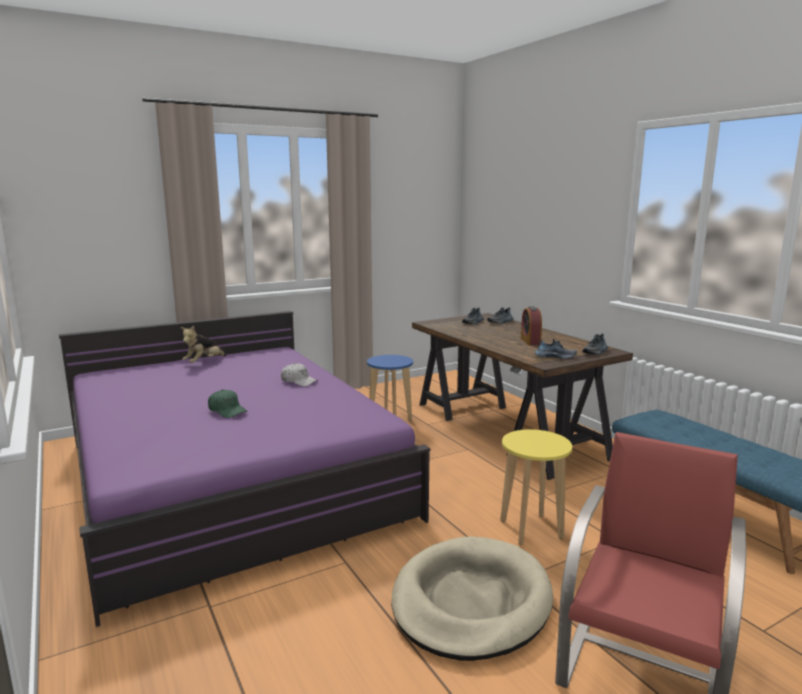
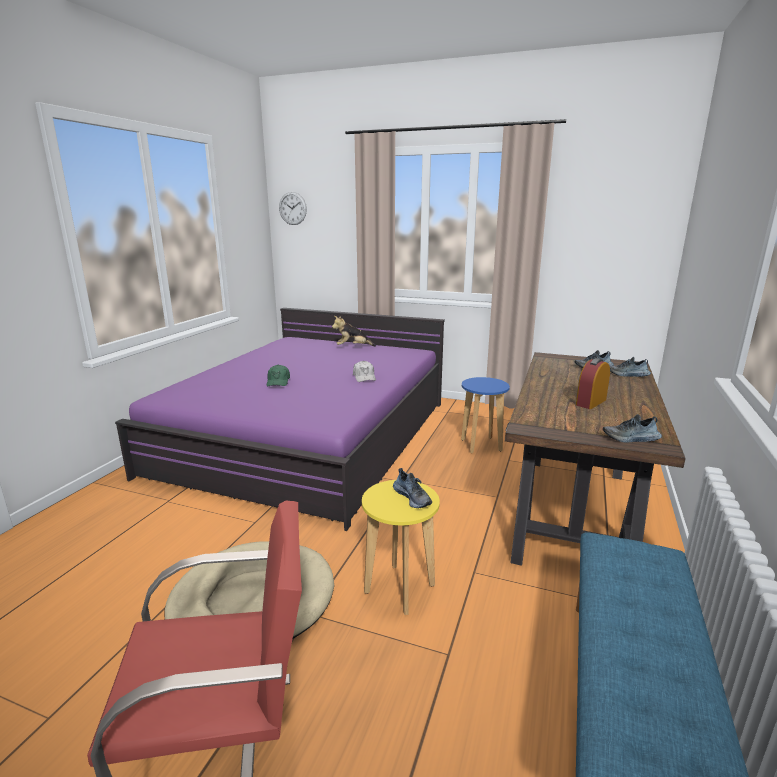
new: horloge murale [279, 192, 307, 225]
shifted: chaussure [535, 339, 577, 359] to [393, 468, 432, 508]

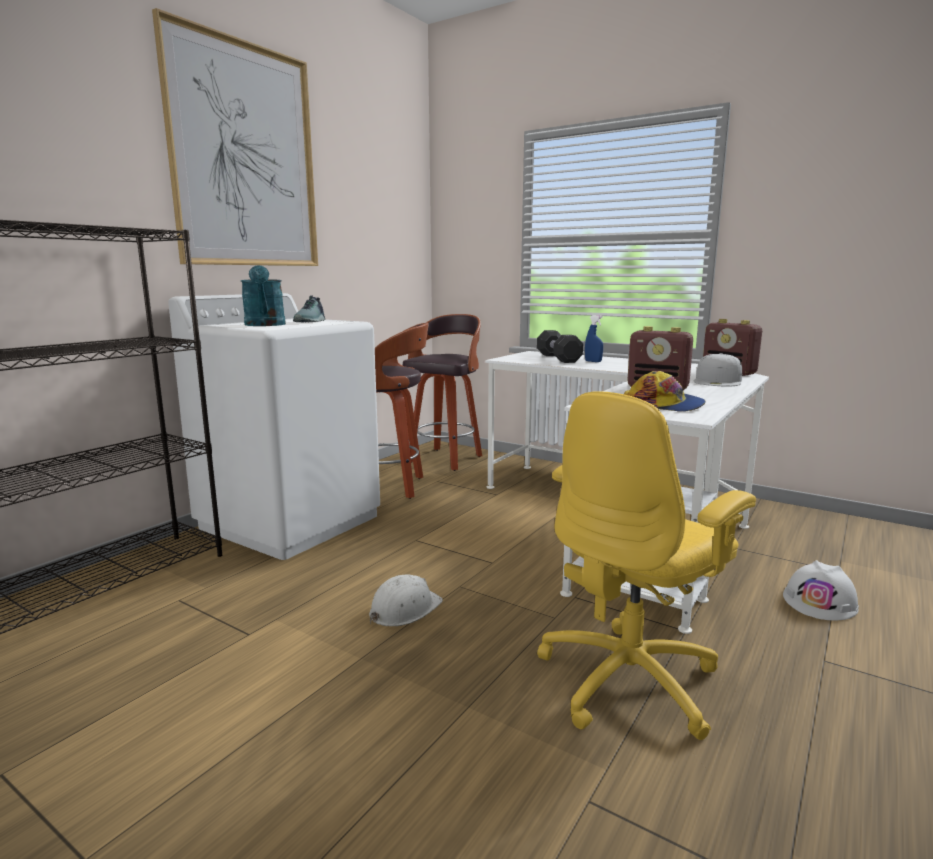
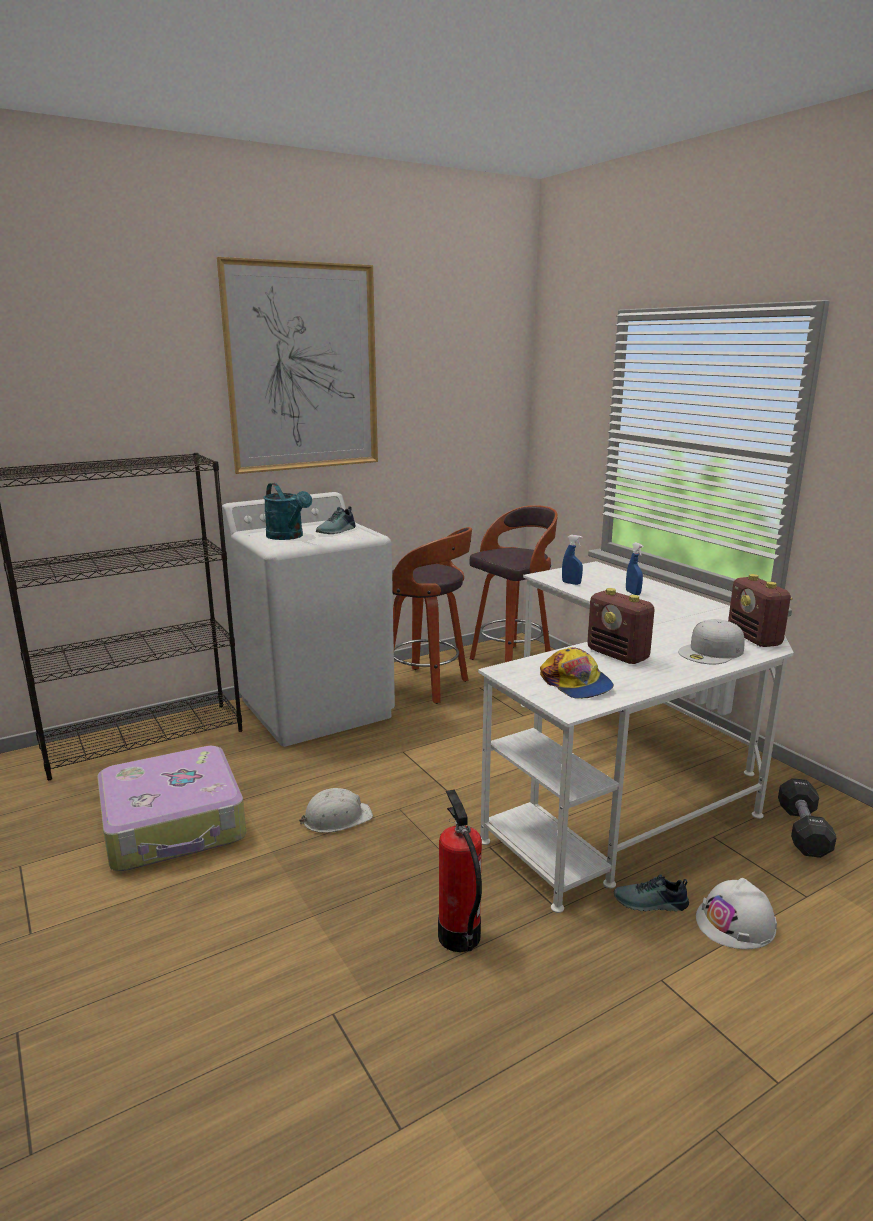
new: vaporisateur/bleu [562, 535, 583, 585]; valise [97, 746, 246, 871]; chaussure [614, 874, 689, 911]
shifted: haltère/noir [537, 330, 583, 363] to [778, 778, 837, 858]
swapped: chaise de bureau/jaune [537, 391, 756, 740] to extincteur [438, 789, 482, 952]
rotated: arrosoir/turquoise [241, 265, 286, 326] = [264, 483, 312, 540] 45 degrees counterclockwise

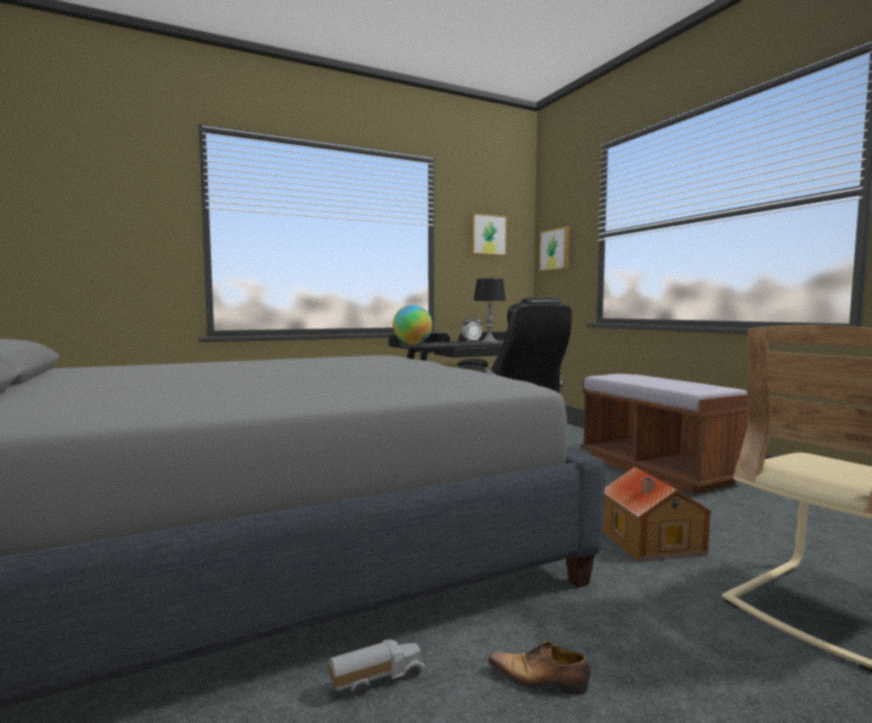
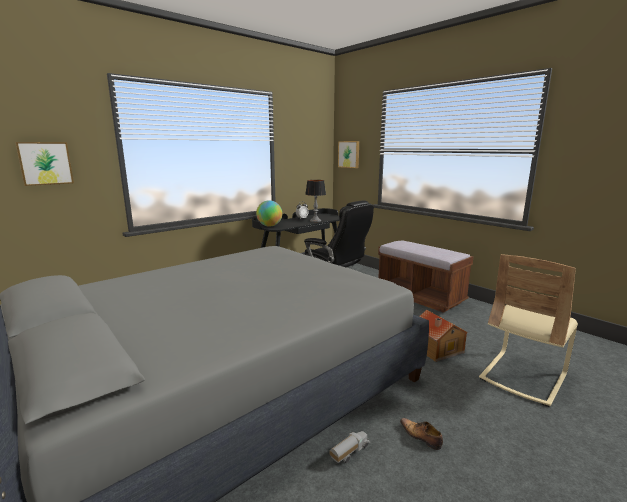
shifted: tableau [470, 213, 507, 256] to [15, 142, 74, 186]
rotated: chaussure [488, 640, 590, 695] = [400, 418, 443, 450] 45 degrees clockwise

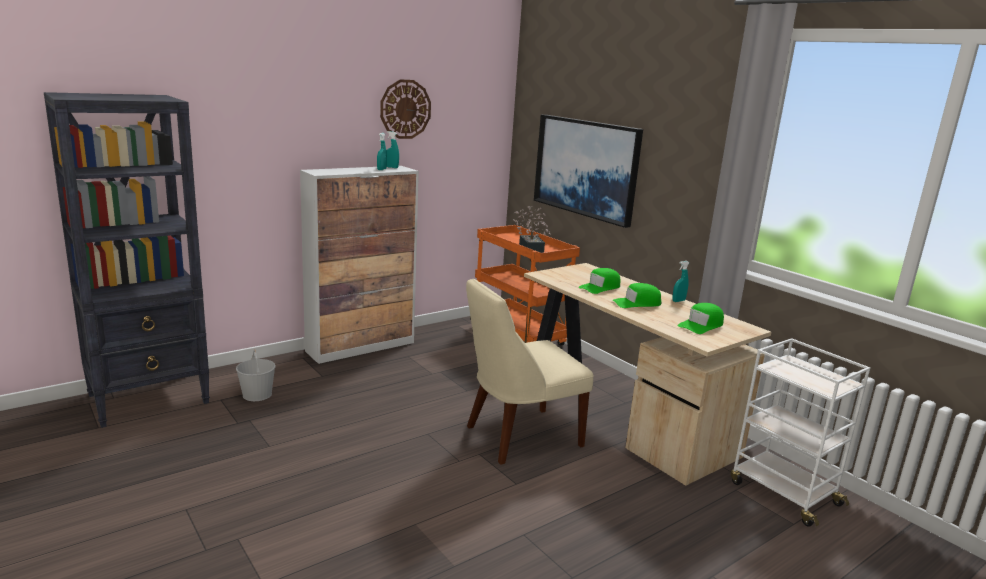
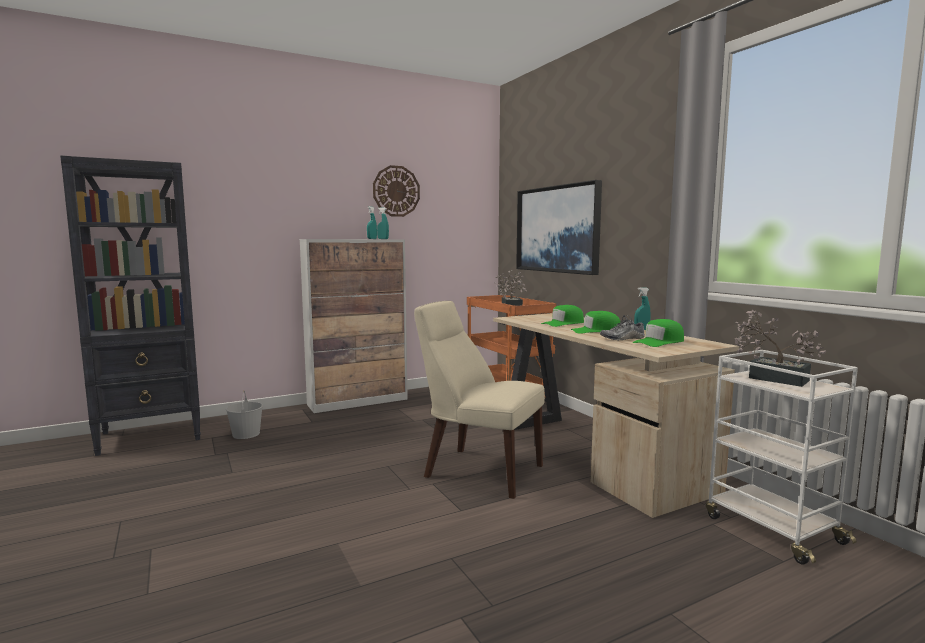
new: plante en pot [735, 310, 826, 387]; chaussure [600, 315, 645, 341]
rotated: chaise/beige [466, 279, 594, 464] = [414, 301, 545, 499] 45 degrees clockwise

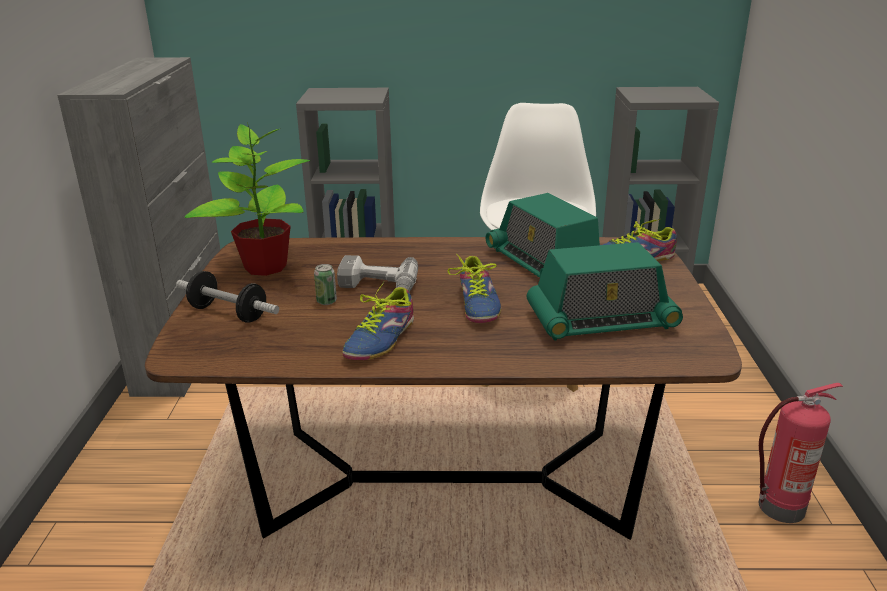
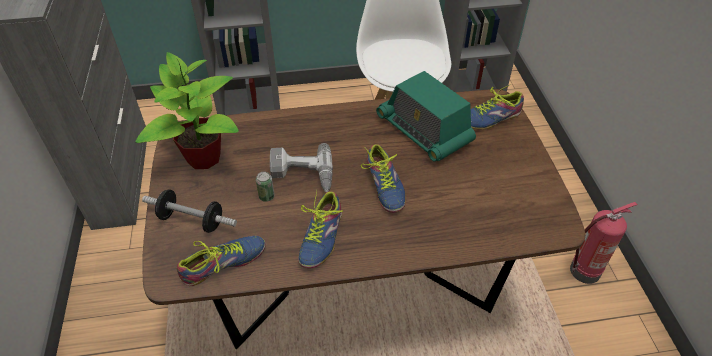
gone: radio [527, 242, 683, 341]
new: chaussure [177, 236, 266, 286]

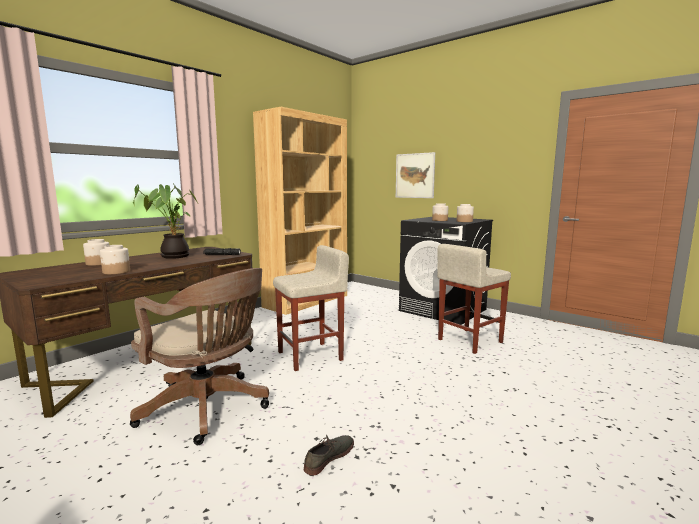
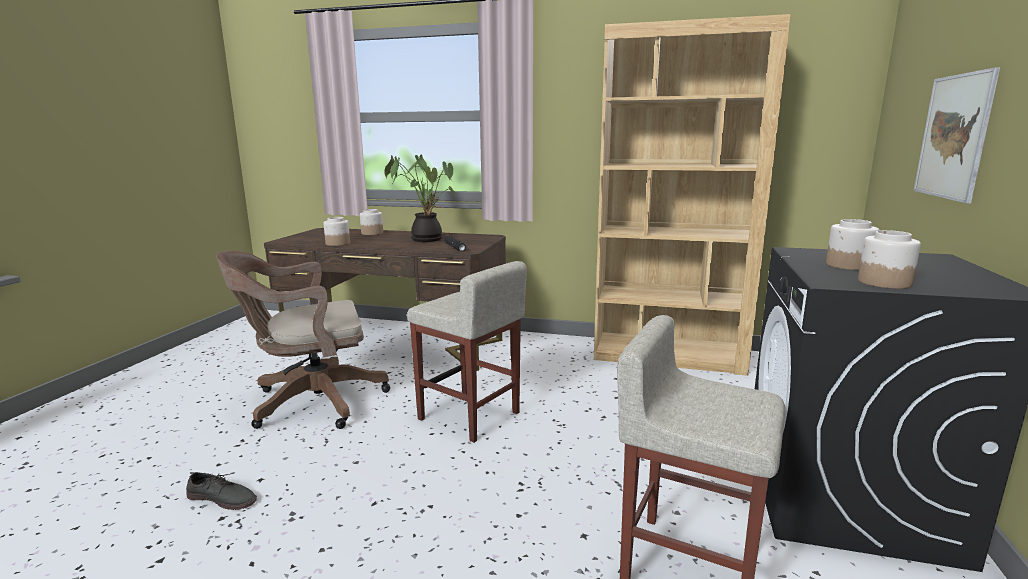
rotated: chaise de bureau/marron [130, 268, 269, 445] = [216, 251, 390, 429] 60 degrees clockwise

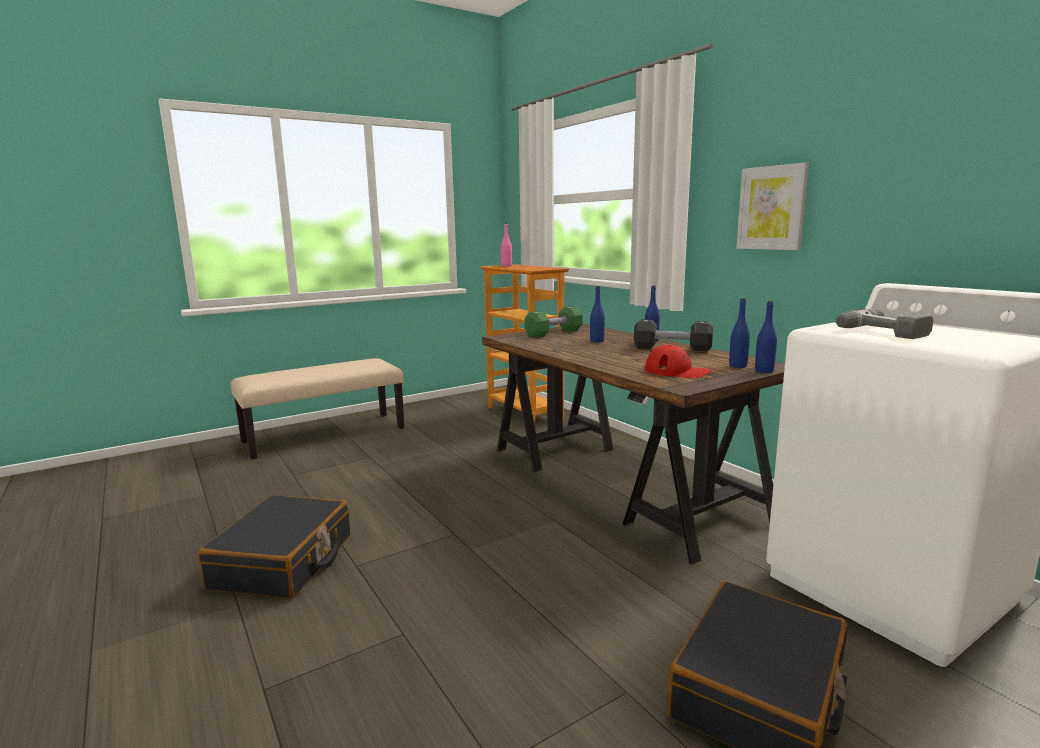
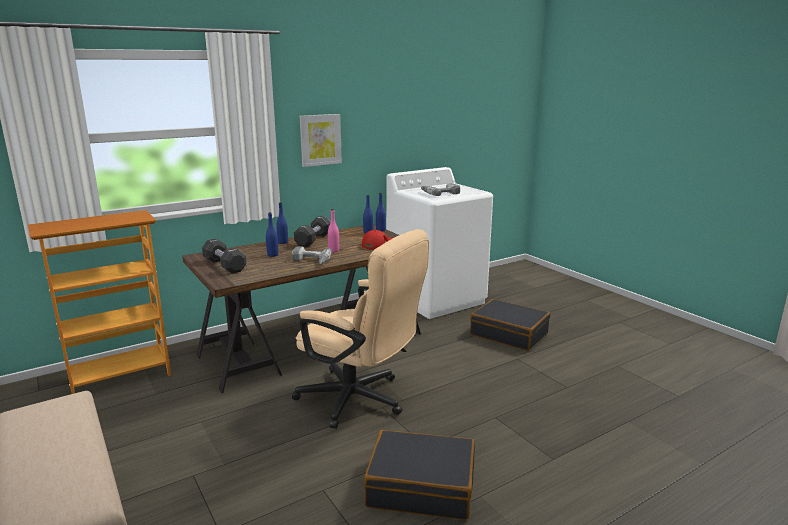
new: chaise de bureau/beige [292, 229, 429, 429]; perceuse [292, 246, 332, 264]
shifted: bouteille/rose [501, 223, 512, 267] to [328, 209, 339, 253]
repainted: haltère/vert [524, 306, 583, 338] to haltère/noir [202, 239, 246, 274]

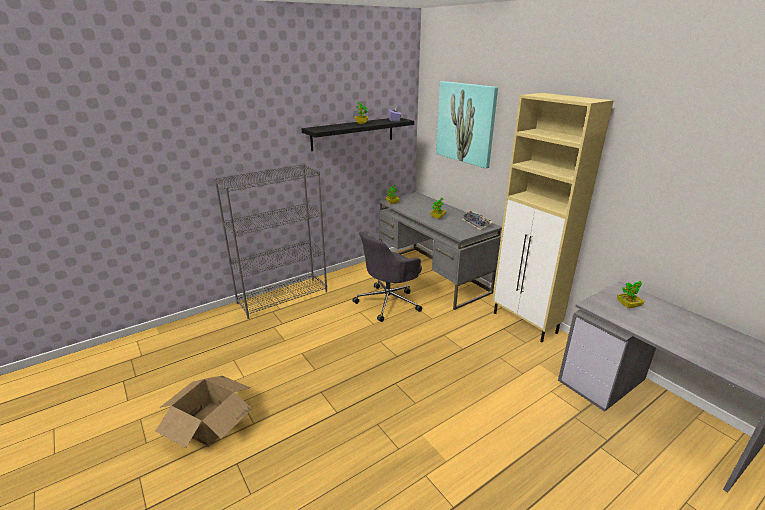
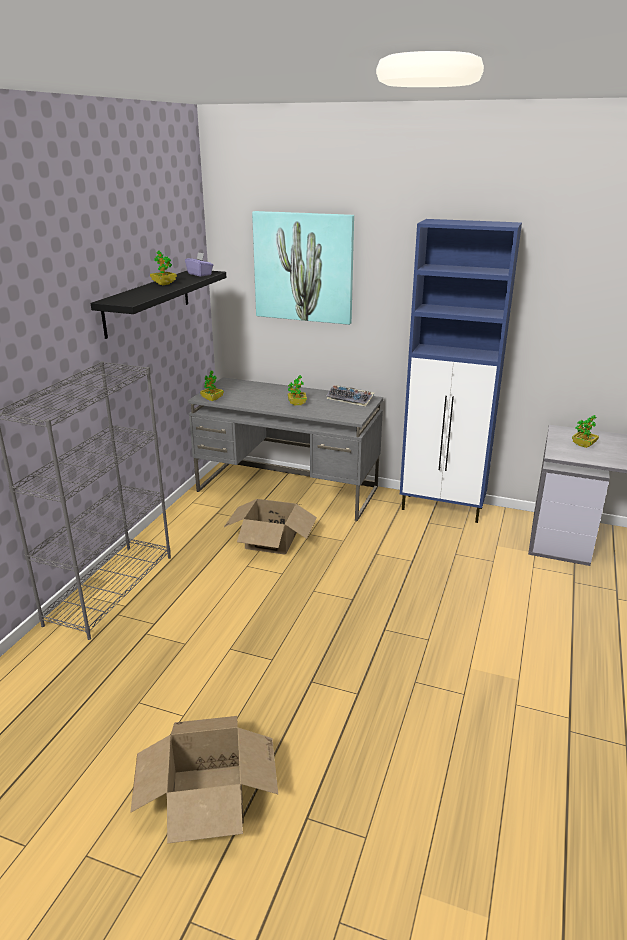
swapped: chaise de bureau/gris [353, 231, 422, 322] to carton [224, 499, 317, 555]
repainted: meuble de rangement/beige [492, 93, 614, 342] to meuble de rangement/bleu [400, 219, 522, 523]

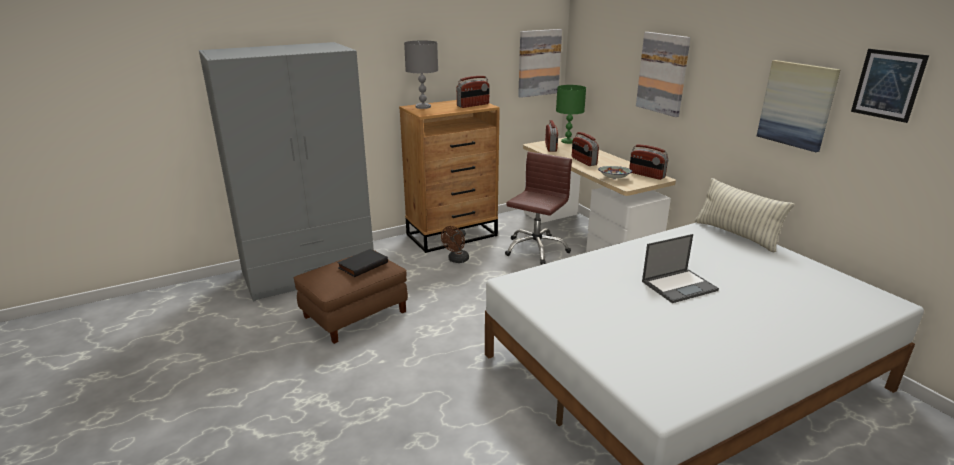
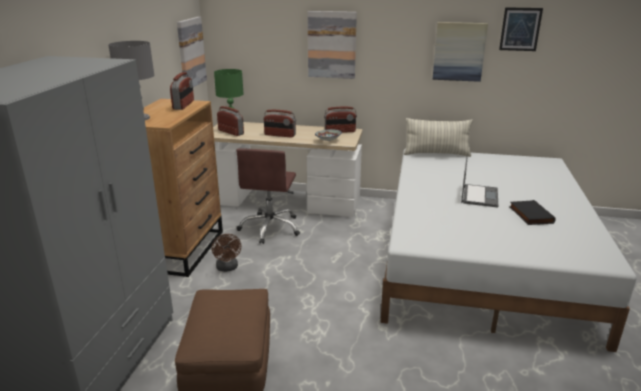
shifted: livre/noir [337, 249, 388, 277] to [510, 200, 556, 225]
rotated: chaise de bureau/marron [505, 152, 572, 265] = [236, 148, 300, 244] 150 degrees counterclockwise

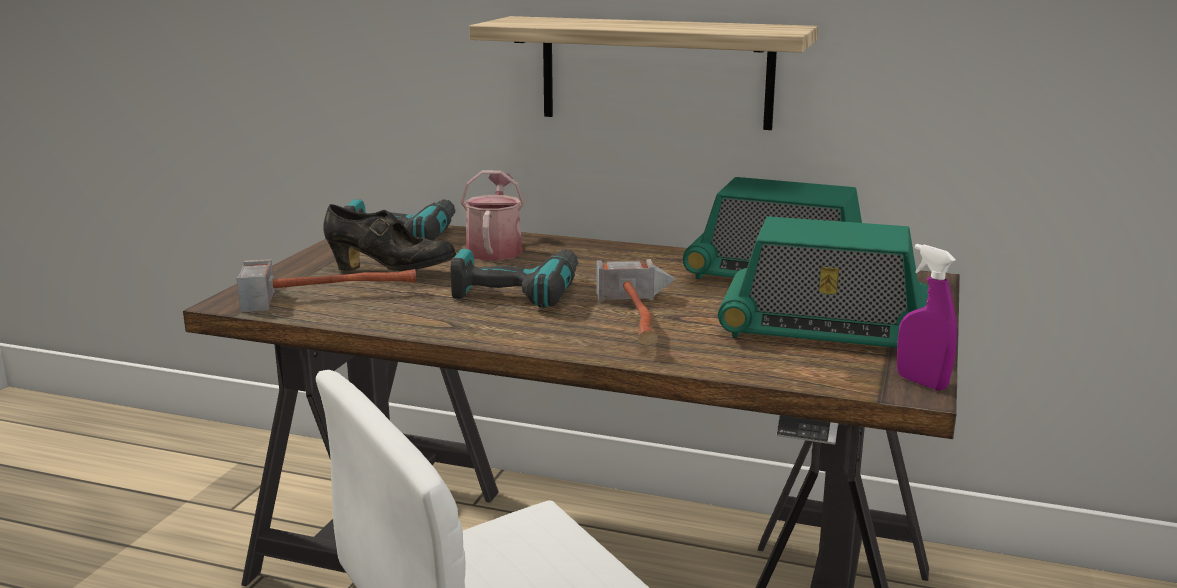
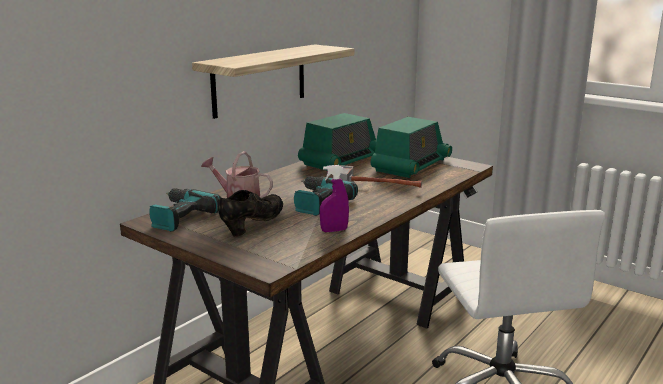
gone: marteau [236, 259, 416, 312]
shifted: vaporisateur/violet [897, 244, 957, 391] to [320, 165, 349, 232]

